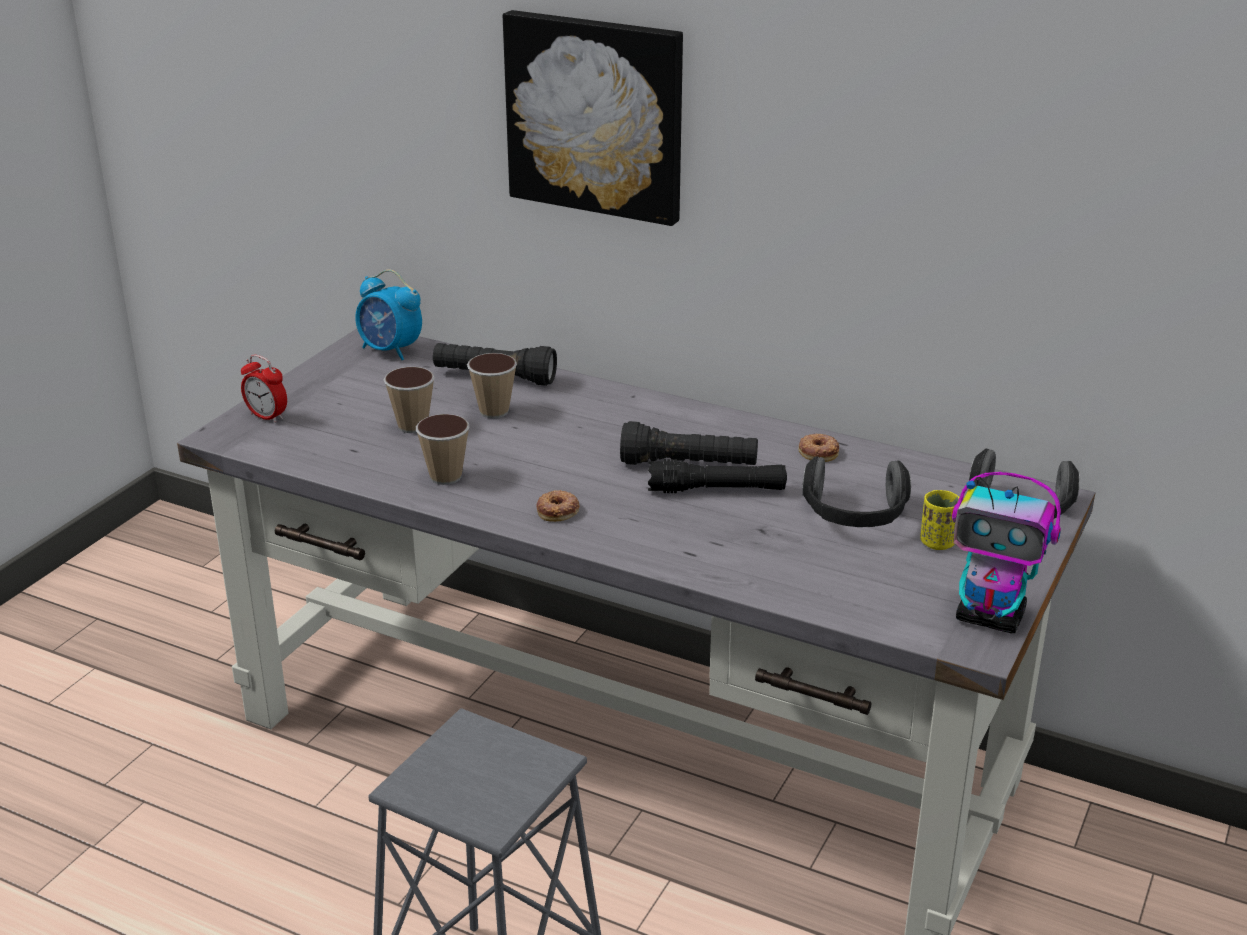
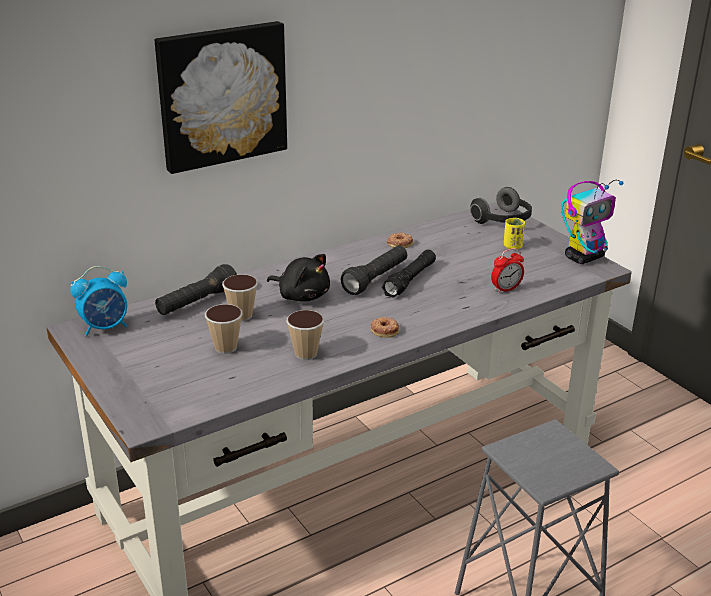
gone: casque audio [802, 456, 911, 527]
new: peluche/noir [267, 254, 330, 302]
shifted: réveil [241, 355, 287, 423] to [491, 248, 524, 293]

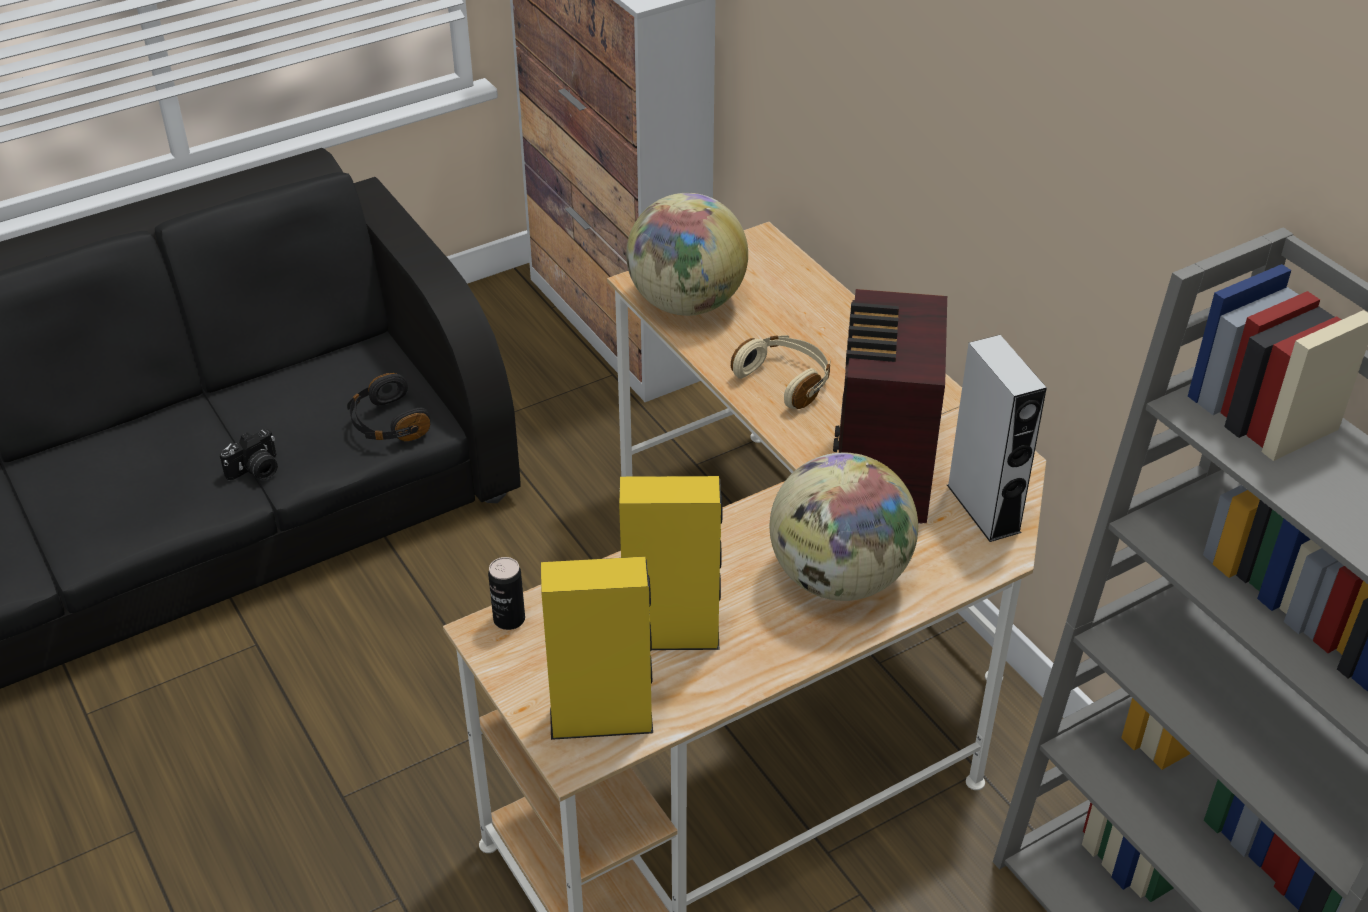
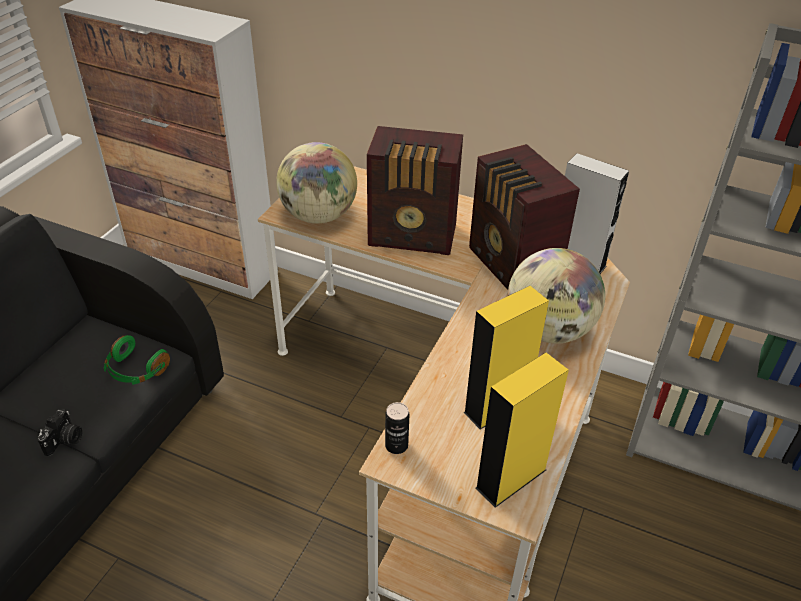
swapped: casque audio/beige [731, 335, 831, 409] to radio [367, 126, 463, 255]
repainted: casque audio/noir [347, 373, 430, 441] to casque audio/vert [104, 335, 170, 385]

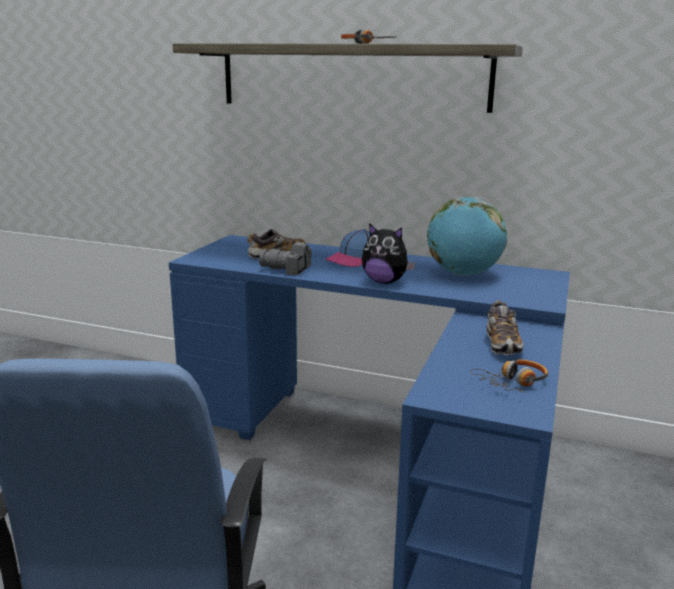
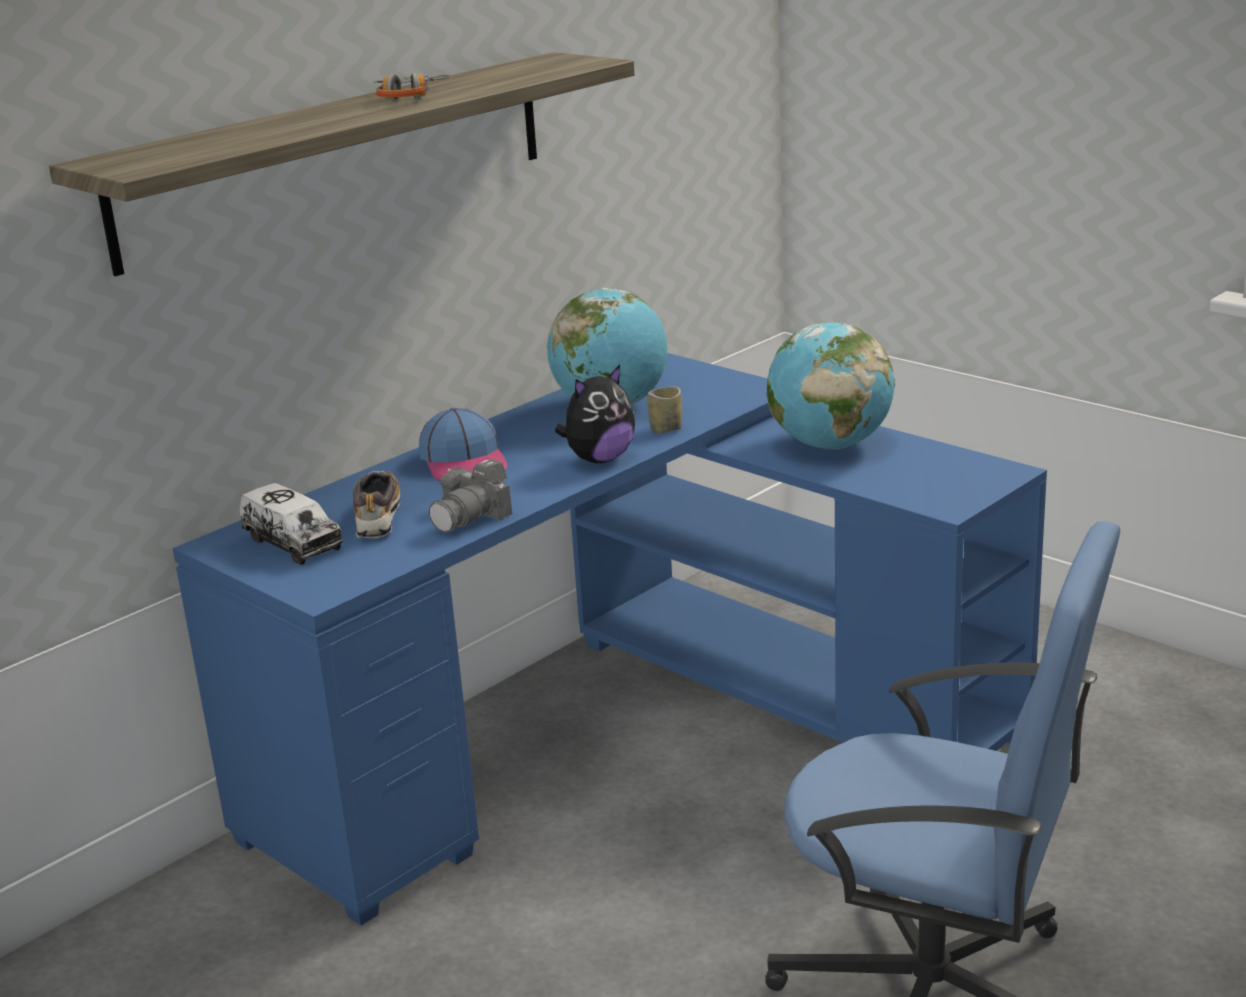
gone: casque audio [470, 360, 548, 392]
new: tasse [647, 387, 682, 433]; camion jouet [240, 483, 343, 565]
swapped: chaussure [486, 300, 523, 356] to globe [767, 322, 895, 449]

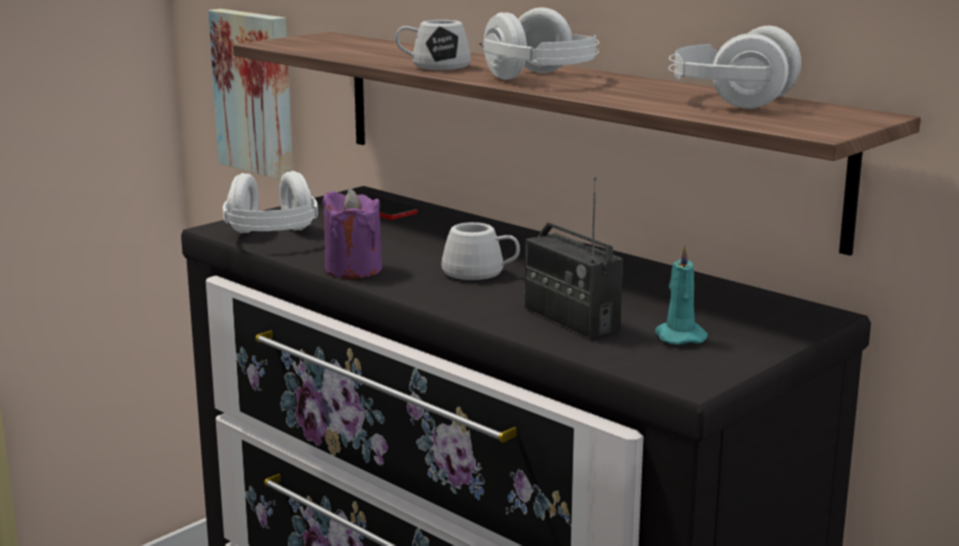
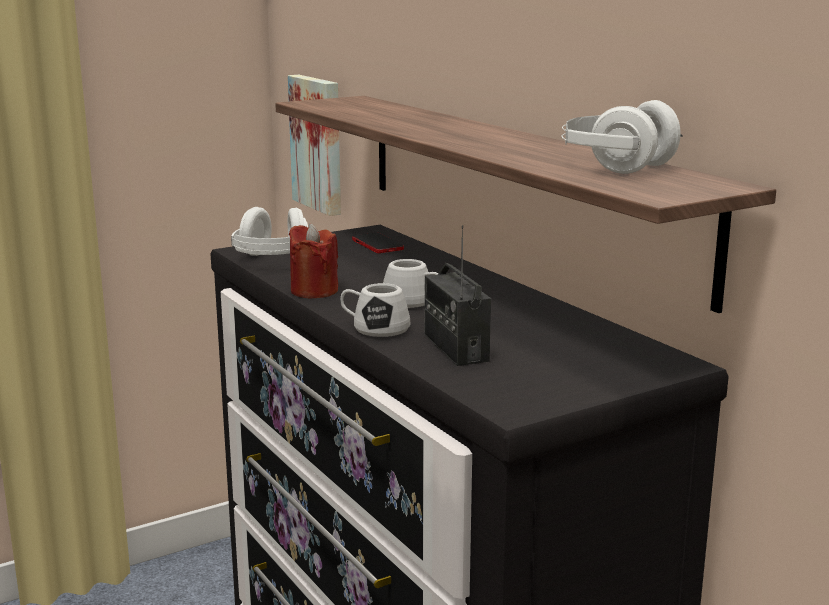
gone: casque audio/blanc [480, 8, 599, 80]; bougie/turquoise [655, 244, 708, 345]
shifted: mug/blanc [396, 19, 471, 70] to [340, 283, 410, 337]
repainted: bougie/violet [322, 188, 382, 279] to bougie/rouge [289, 224, 338, 298]

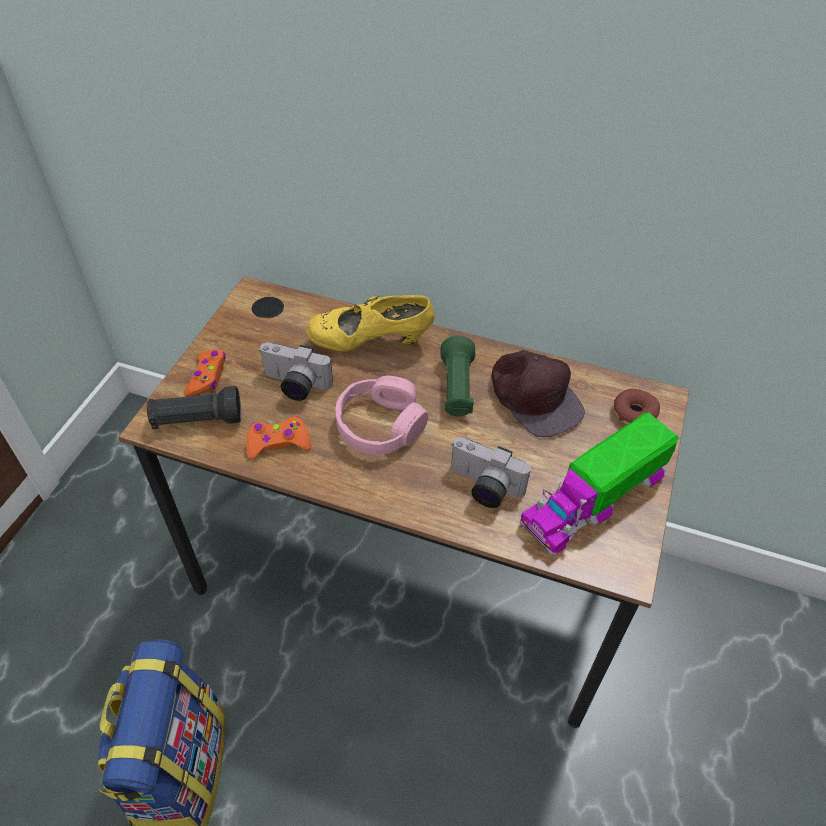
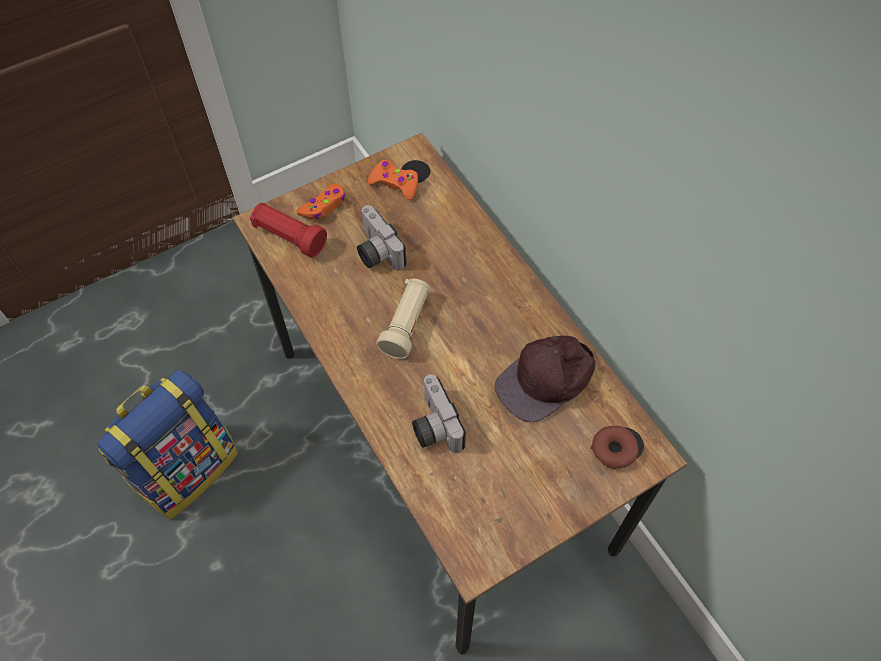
gone: chaussure/jaune [306, 295, 434, 351]; lampe de poche/vert [440, 336, 475, 416]; camion jouet [520, 413, 679, 555]
shifted: manette/orange [246, 417, 311, 459] to [368, 160, 418, 200]
swapped: casque audio/rose [335, 376, 428, 455] to lampe de poche/beige [376, 279, 431, 359]
repainted: lampe de poche/noir [147, 386, 241, 429] to lampe de poche/rouge [250, 203, 327, 258]
rotated: casquette/marron [491, 350, 585, 437] = [495, 336, 595, 422] 45 degrees clockwise

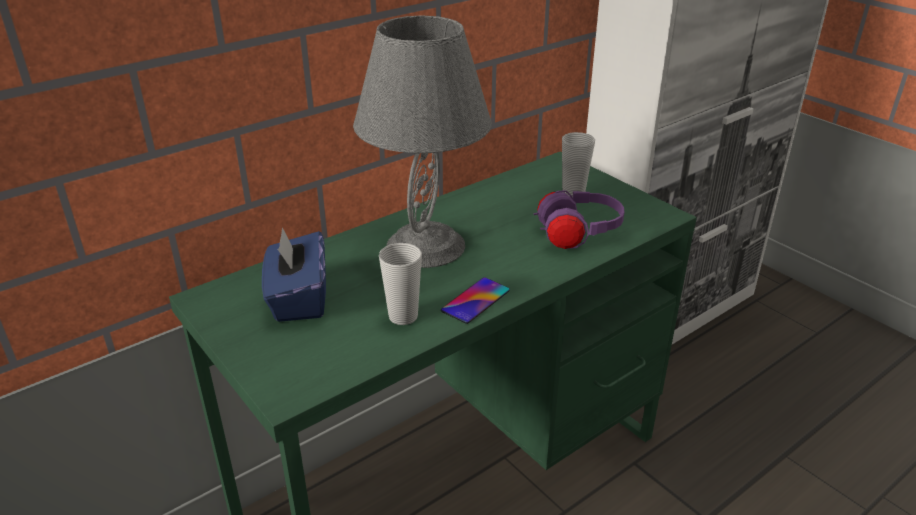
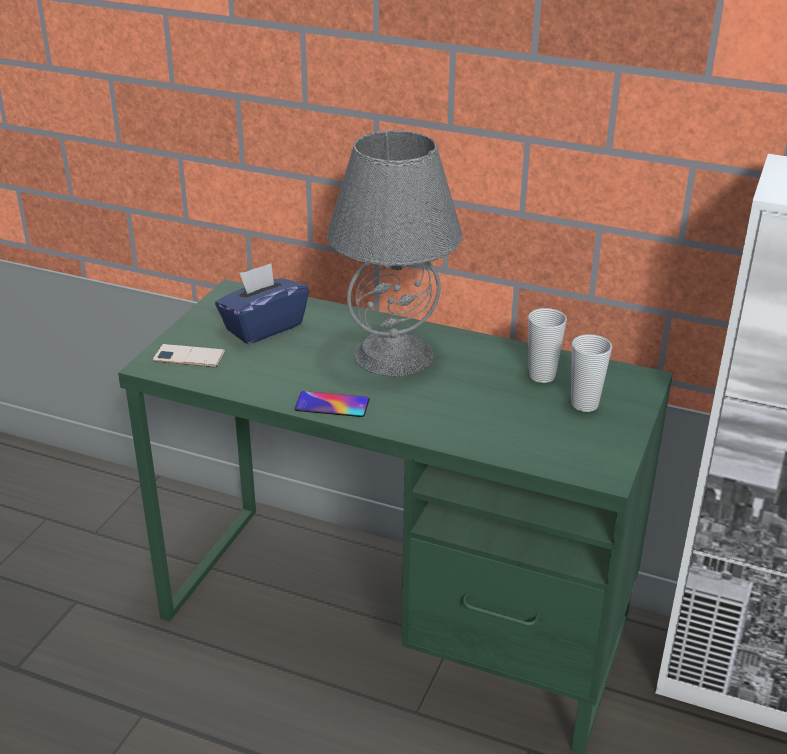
gone: casque audio/violet [534, 190, 624, 249]
new: téléphone [152, 344, 225, 367]
shifted: tasse [379, 243, 422, 325] to [528, 308, 567, 383]

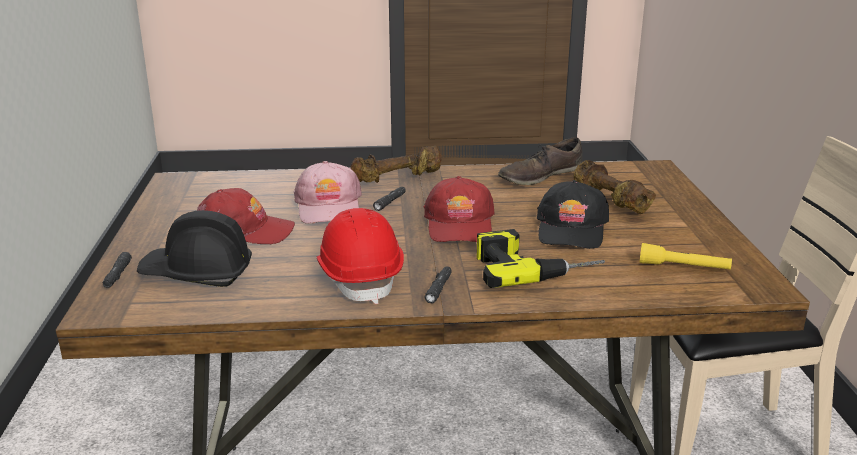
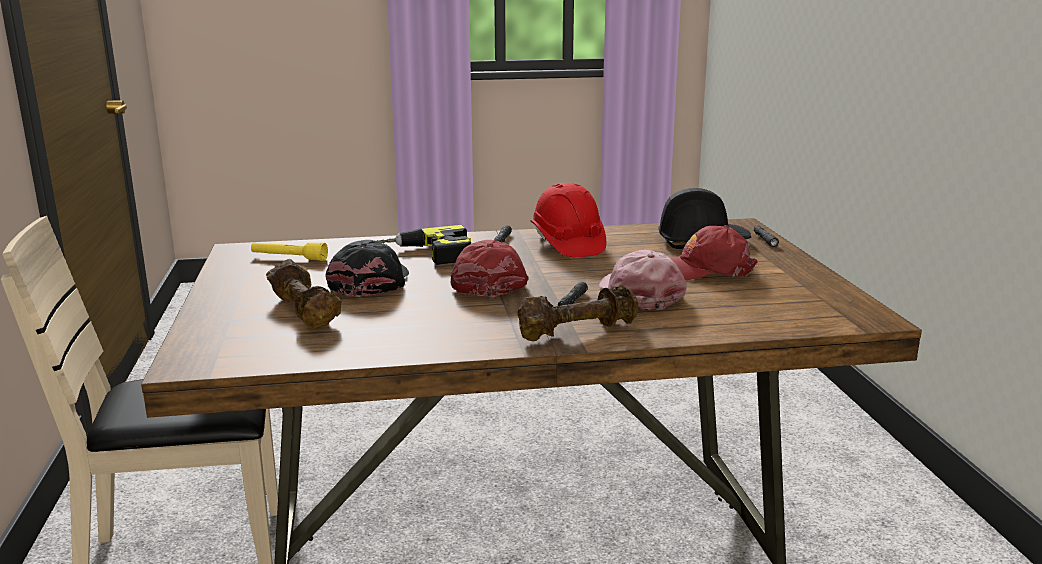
gone: chaussure/marron [498, 137, 583, 185]

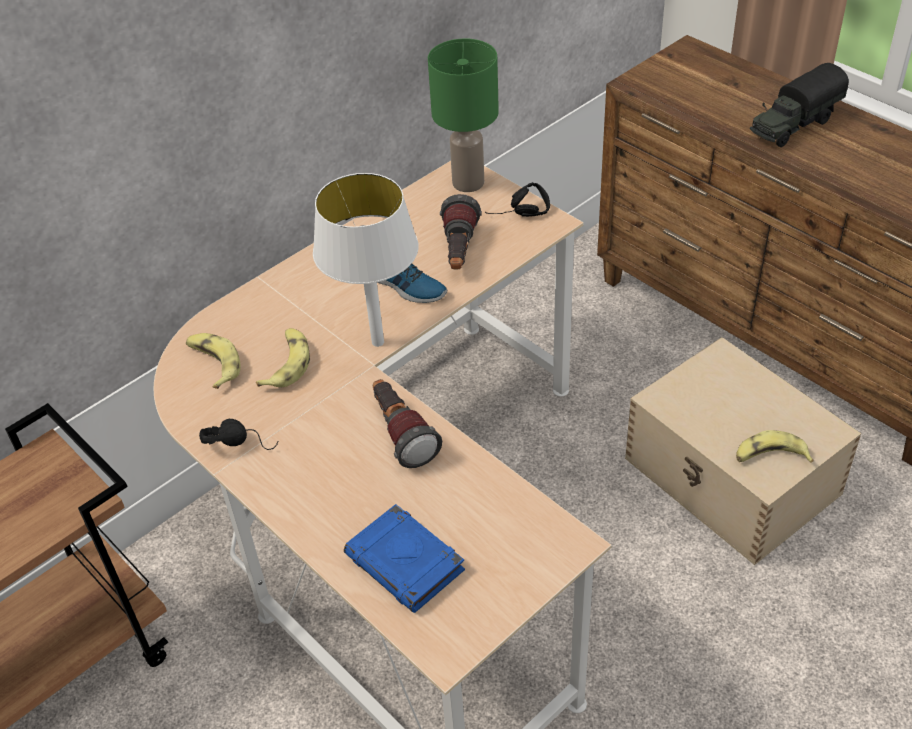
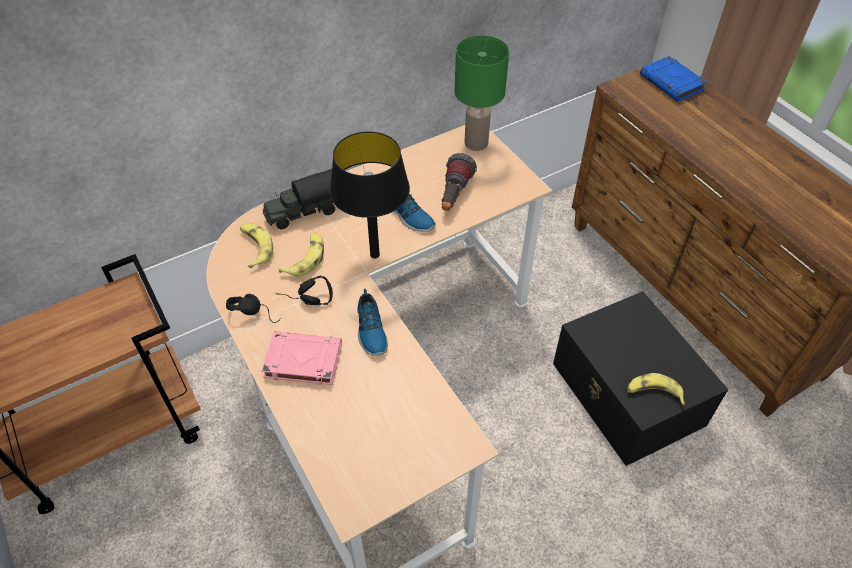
new: livre/rose [261, 332, 342, 385]
shifted: camion jouet [750, 63, 849, 147] to [263, 169, 335, 229]; casque audio/noir [485, 182, 550, 217] to [275, 276, 333, 305]; livre/bleu [344, 504, 465, 613] to [640, 56, 707, 102]
swapped: lampe de poche [373, 379, 442, 468] to chaussure [357, 289, 388, 356]
repainted: lampe de table/blanc [313, 173, 419, 347] to lampe de table/noir [330, 131, 410, 259]; boîte de rangement/beige [625, 337, 861, 565] to boîte de rangement/noir [553, 291, 729, 466]

